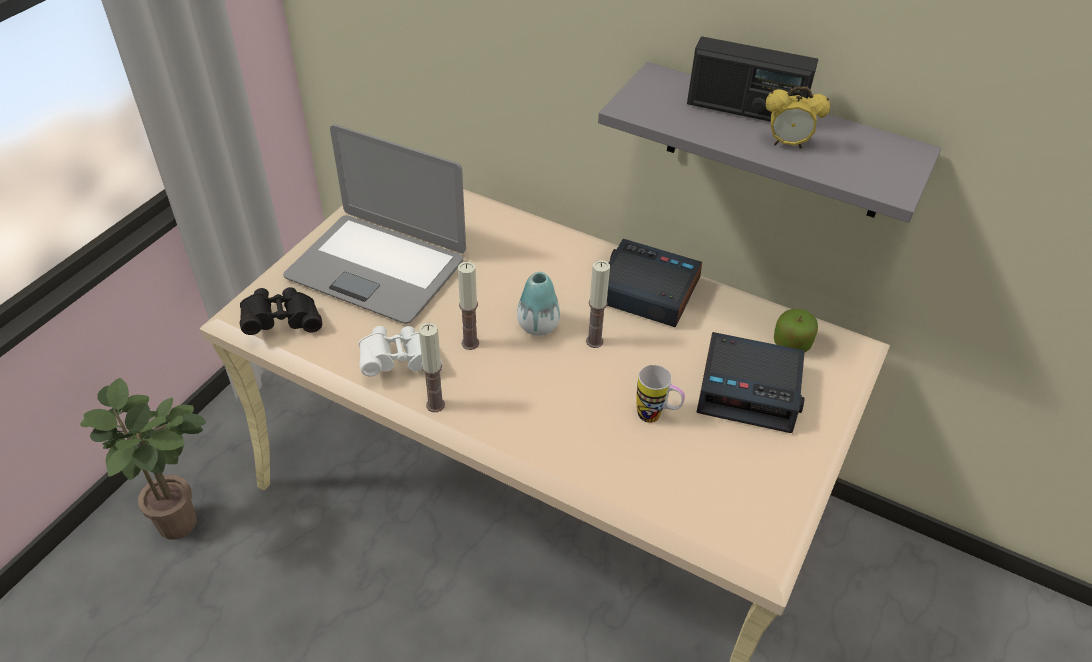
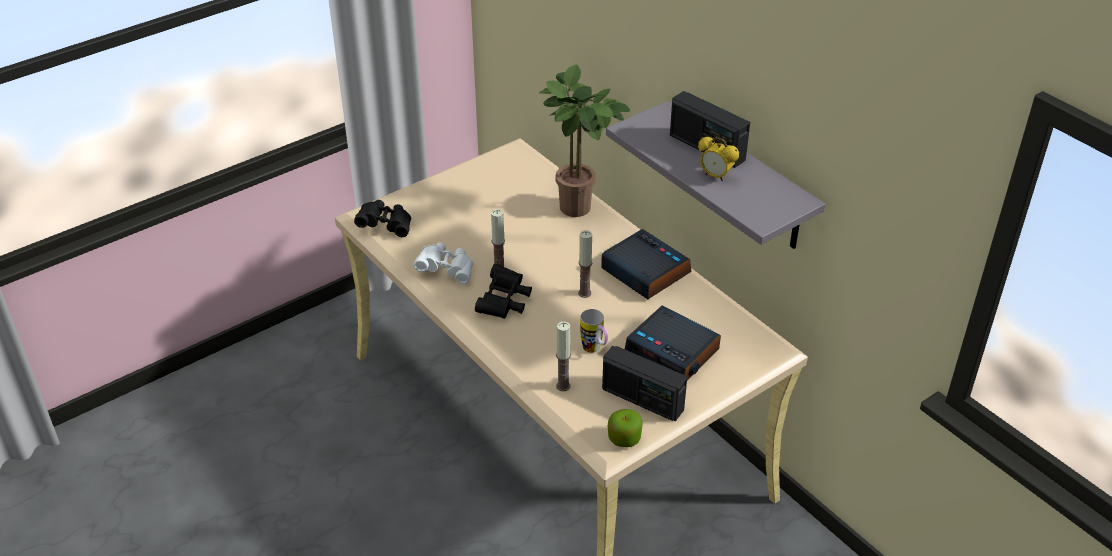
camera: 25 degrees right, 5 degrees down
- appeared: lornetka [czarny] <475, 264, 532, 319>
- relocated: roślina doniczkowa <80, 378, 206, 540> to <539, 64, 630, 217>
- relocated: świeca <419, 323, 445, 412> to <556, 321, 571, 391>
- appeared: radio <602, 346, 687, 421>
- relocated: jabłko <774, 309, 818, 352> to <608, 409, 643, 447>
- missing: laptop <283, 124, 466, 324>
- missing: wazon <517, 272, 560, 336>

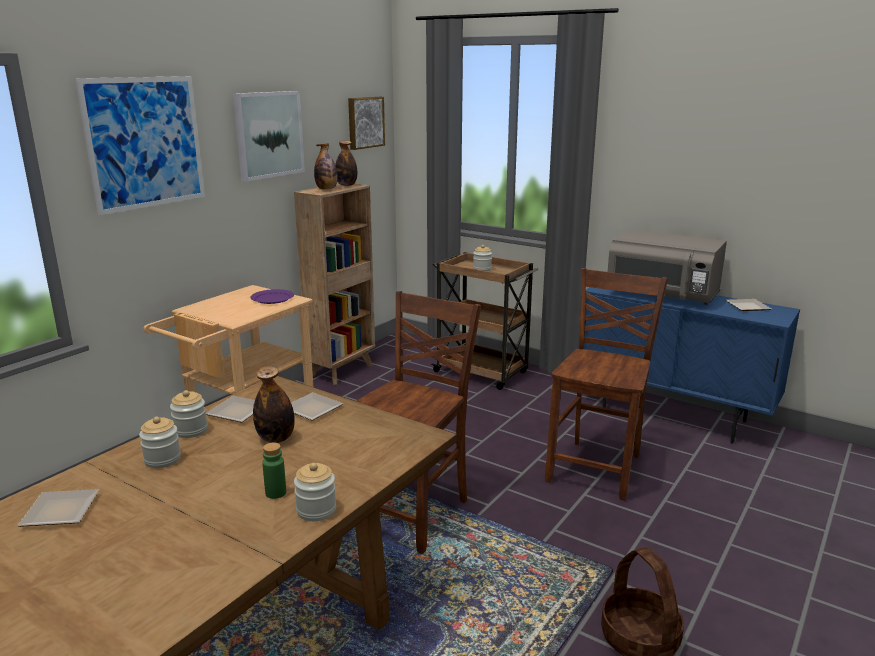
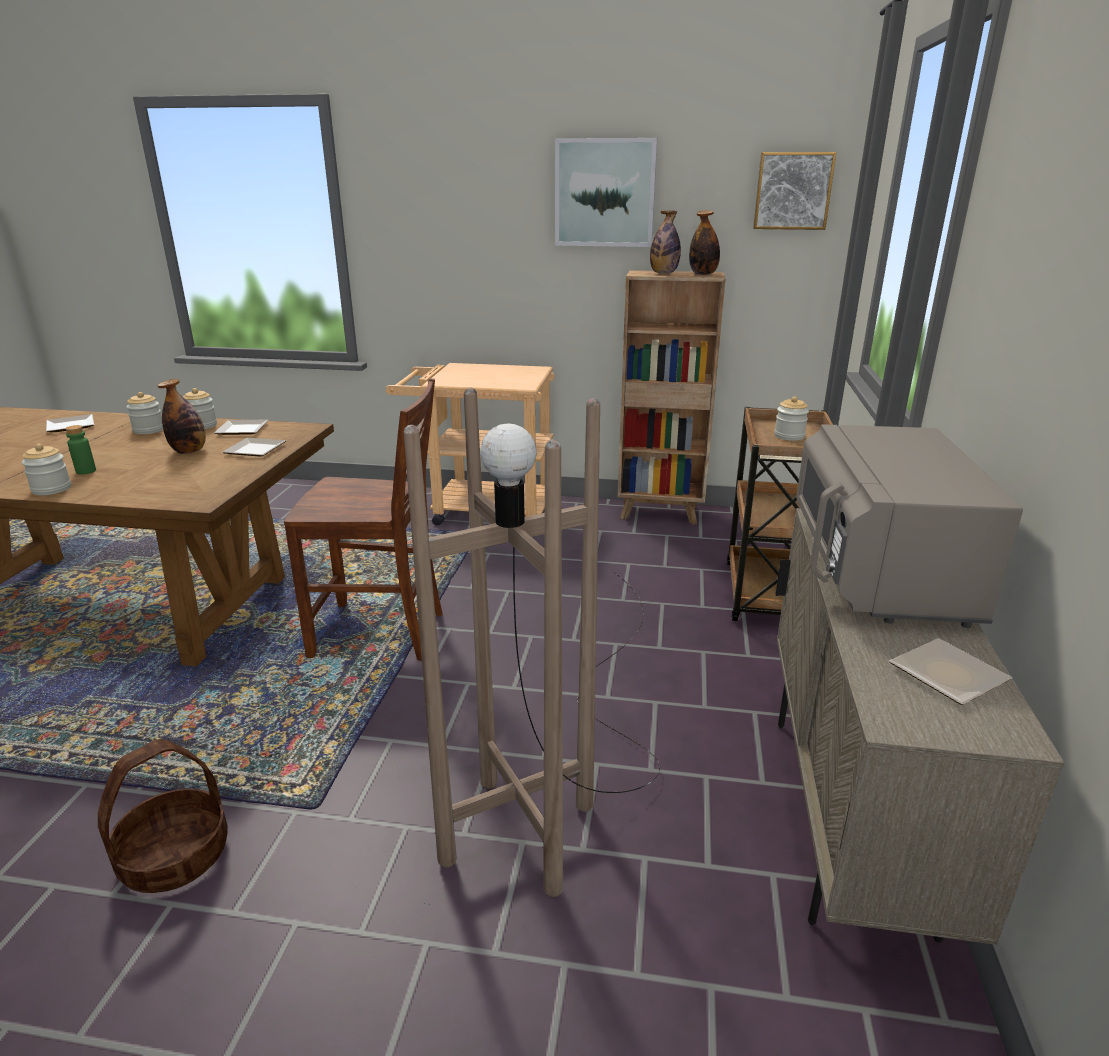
camera: 65 degrees right, 5 degrees up
- exchanged: krzesło [brązowy] <545, 268, 668, 501> to lampa stojąca [brązowy] <404, 387, 660, 897>
- colour: szafka [niebieski] <584, 287, 800, 443> to szafka [beżowy] <775, 508, 1064, 945>
- missing: obraz <75, 76, 205, 216>
- missing: talerz [fioletowy] <250, 289, 294, 304>

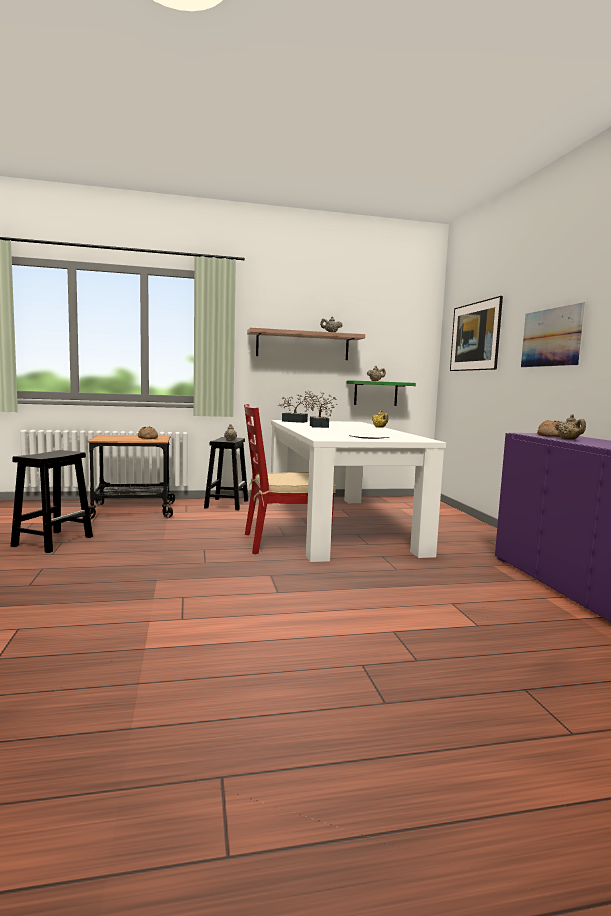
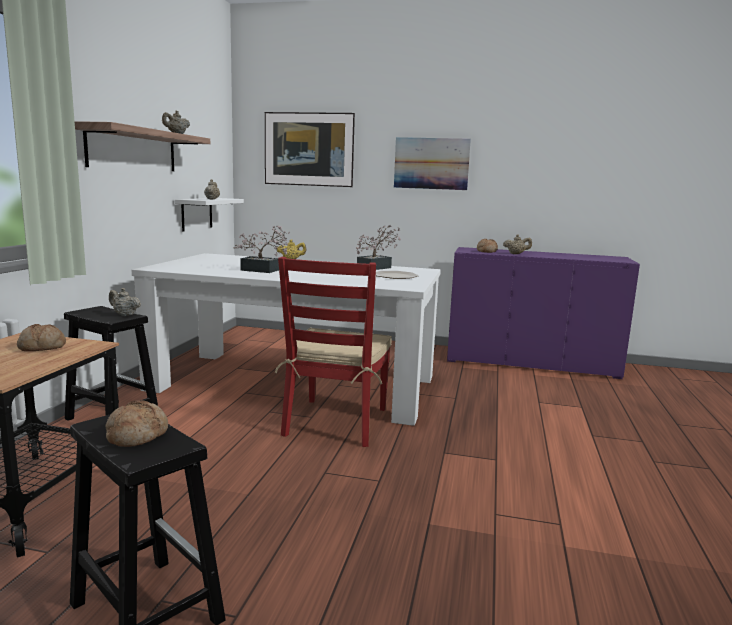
camera: 65 degrees left, 5 degrees up
- appeared: chleb <106, 401, 168, 447>
- colour: półka [zielony] <347, 381, 416, 406> to półka [biały] <175, 198, 244, 231>
- relocated: roślina doniczkowa <278, 390, 316, 423> to <356, 225, 401, 270>

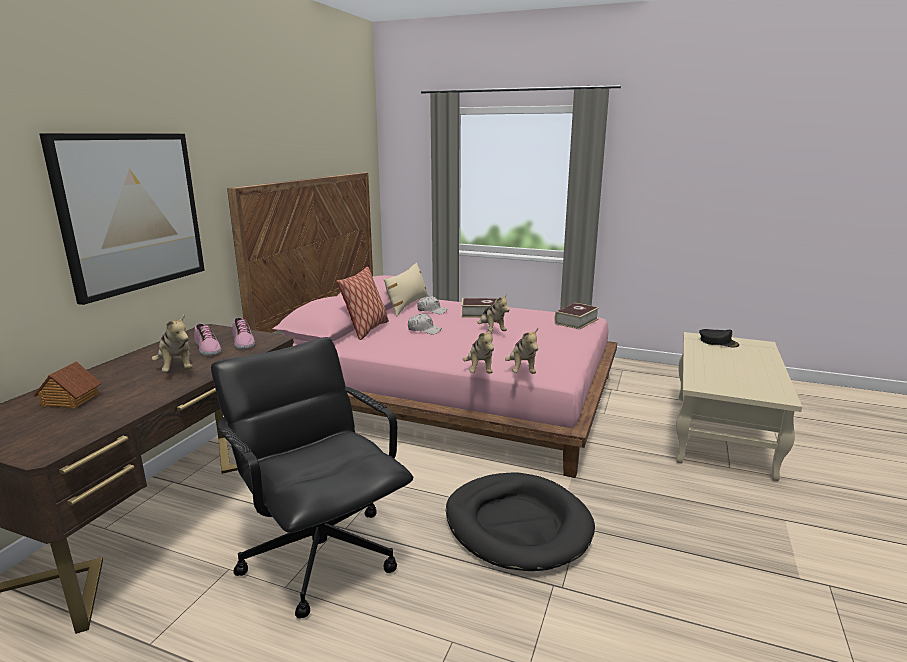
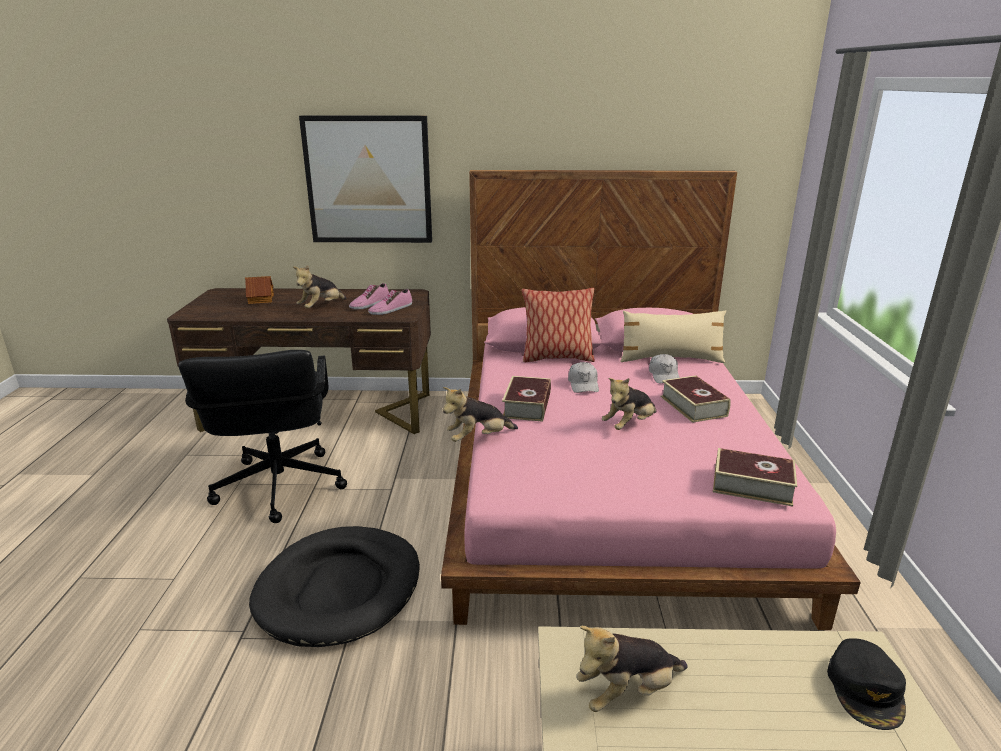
camera: 70 degrees right, 5 degrees up
- spun: krzesło biurowe [czarny] <211, 337, 413, 618> = <179, 350, 347, 523> 135 degrees clockwise
- appeared: książka <502, 376, 551, 422>
- relocated: pluszak <505, 328, 538, 374> to <577, 626, 688, 712>

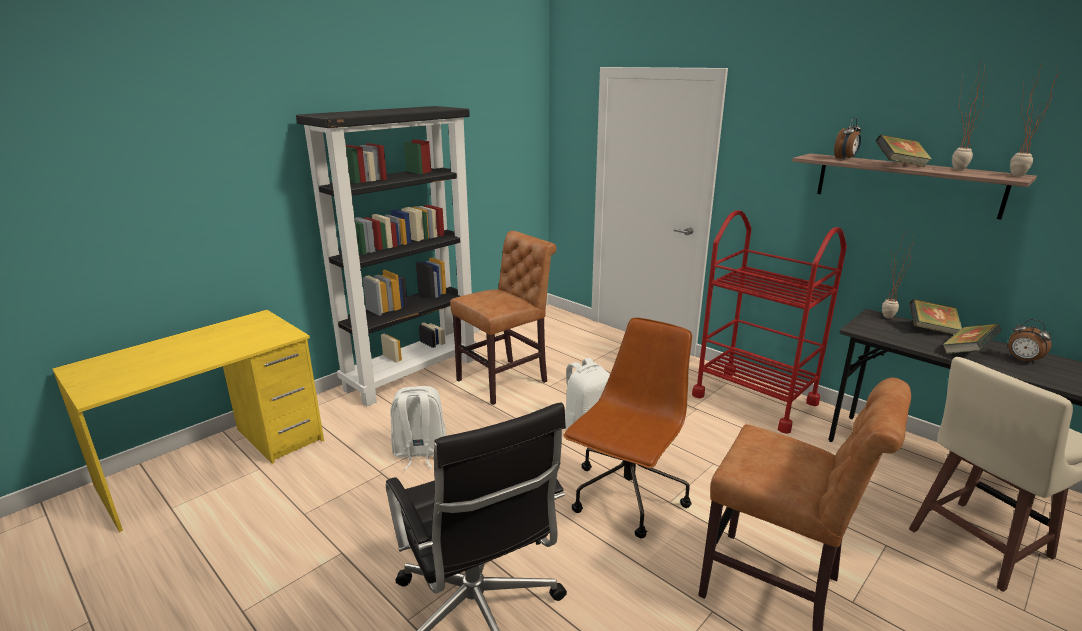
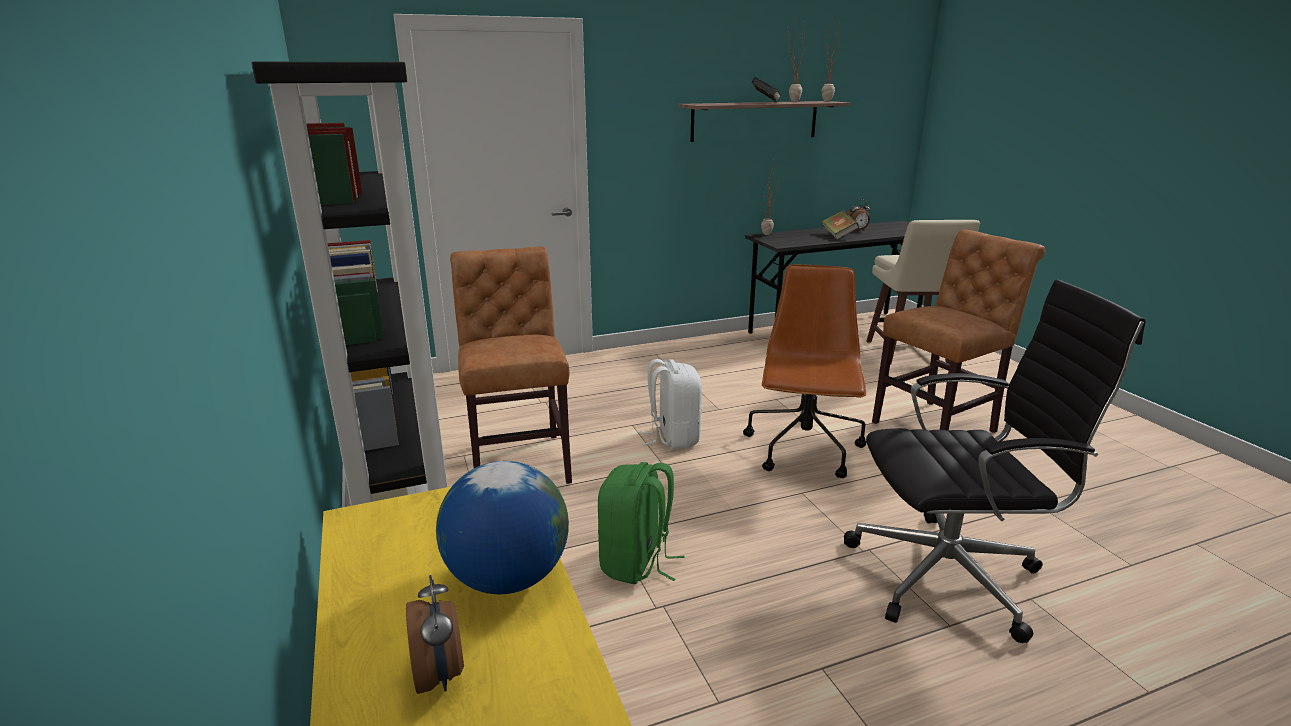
camera: 65 degrees left, 0 degrees up
- relocated: budzik <834, 118, 861, 160> to <406, 575, 464, 694>
- appeared: globus <436, 461, 569, 594>
- colour: plecak [biały] <391, 386, 446, 470> to plecak [zielony] <598, 462, 685, 584>
- spun: krzesło biurowe [brązowy] <563, 318, 692, 539> = <743, 264, 867, 478> 45 degrees clockwise
- missing: wózek [czerwony] <692, 210, 847, 434>
- missing: książka <909, 299, 962, 335>

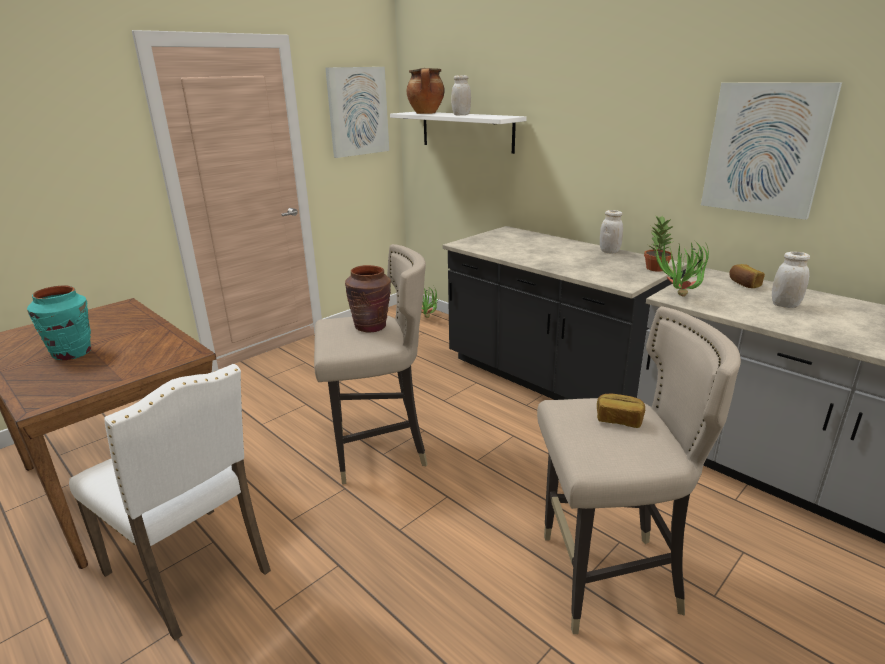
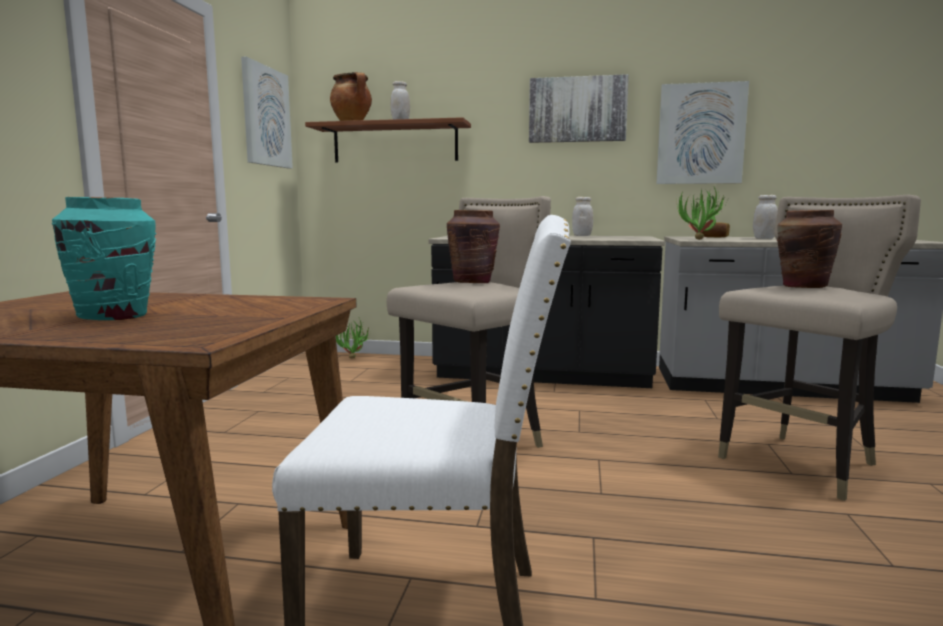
camera: 35 degrees left, 15 degrees down
- colour: półka [biały] <390, 112, 527, 154> to półka [brązowy] <305, 117, 471, 163>
- appeared: obraz <529, 74, 629, 143>
- exchanged: chleb <597, 394, 645, 428> to wazon [brązowy] <777, 210, 842, 288>
- missing: roślina doniczkowa <644, 216, 674, 272>

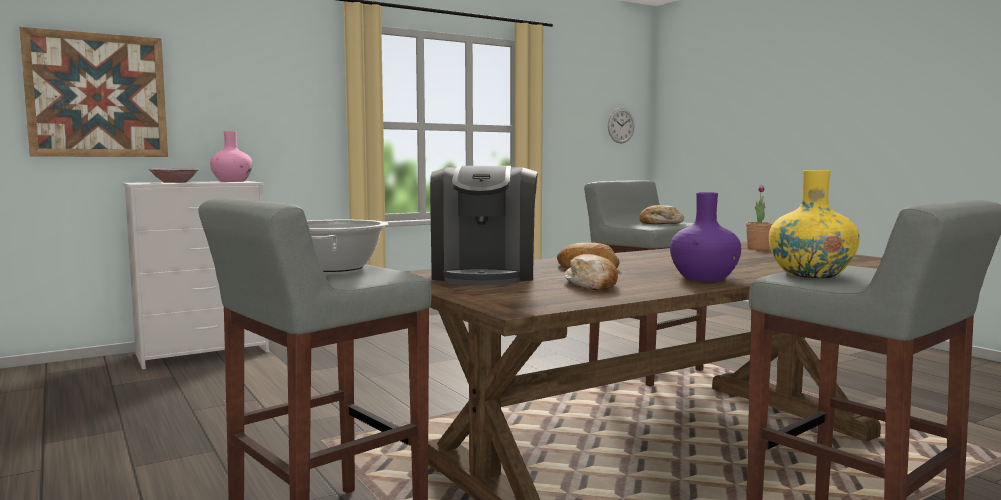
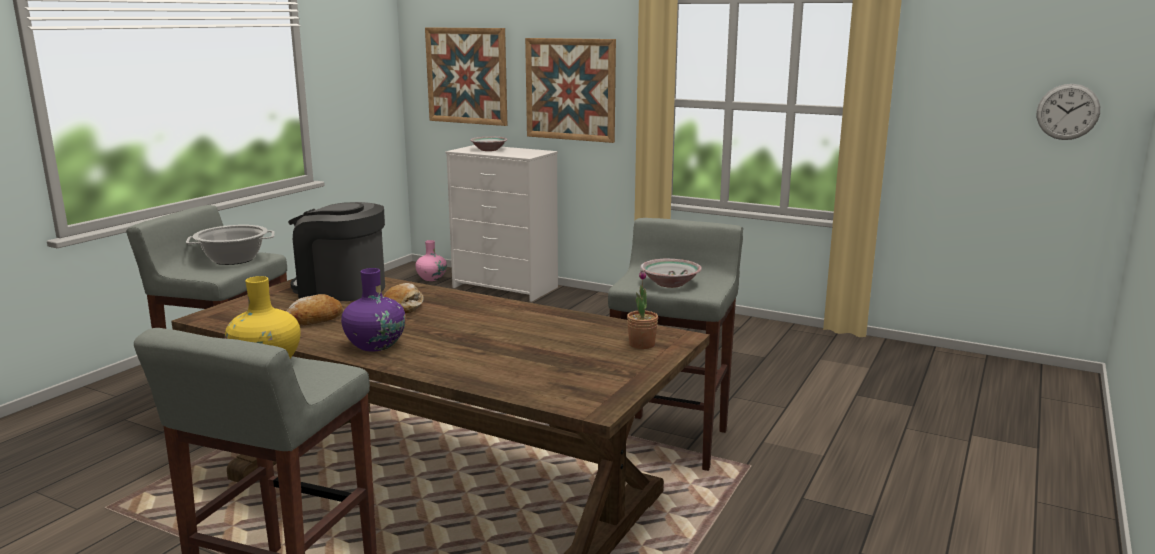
camera: 60 degrees right, 10 degrees up
- spun: ekspres do kawy <430, 166, 538, 285> = <288, 202, 385, 301> 45 degrees clockwise
- relocated: wazon [różowy] <210, 131, 253, 182> to <415, 240, 447, 281>
- appeared: obraz <525, 38, 616, 143>
- exchanged: chleb <639, 205, 684, 224> to miska <640, 259, 702, 288>

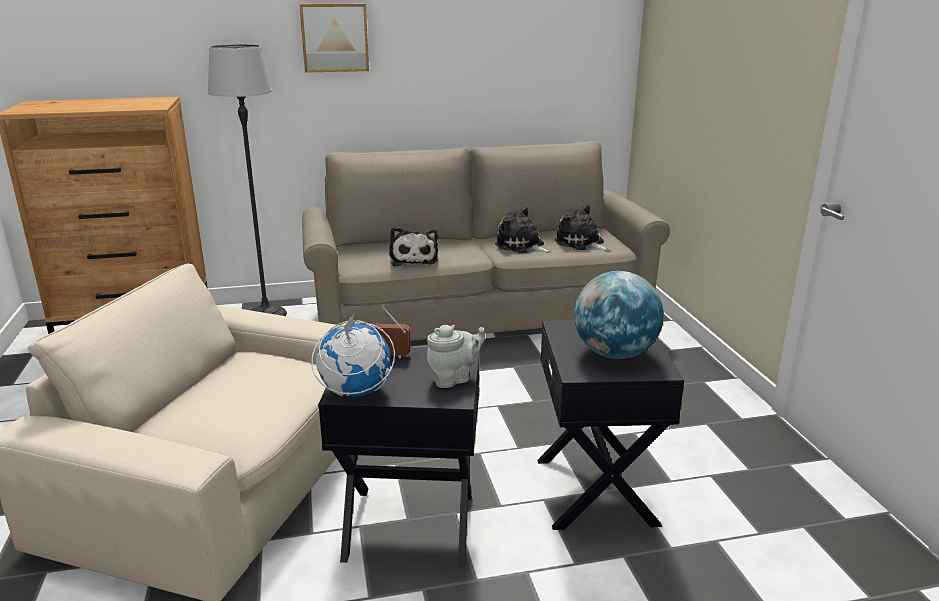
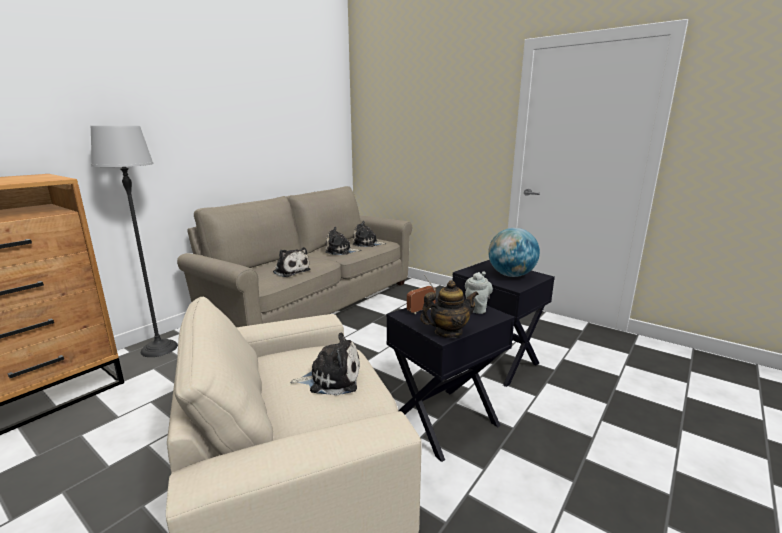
camera: 40 degrees left, 5 degrees down
- appeared: pluszak <290, 333, 360, 396>
- exchanged: globus <311, 313, 395, 397> to imbryk <420, 280, 479, 338>
- missing: obraz <299, 4, 369, 73>

